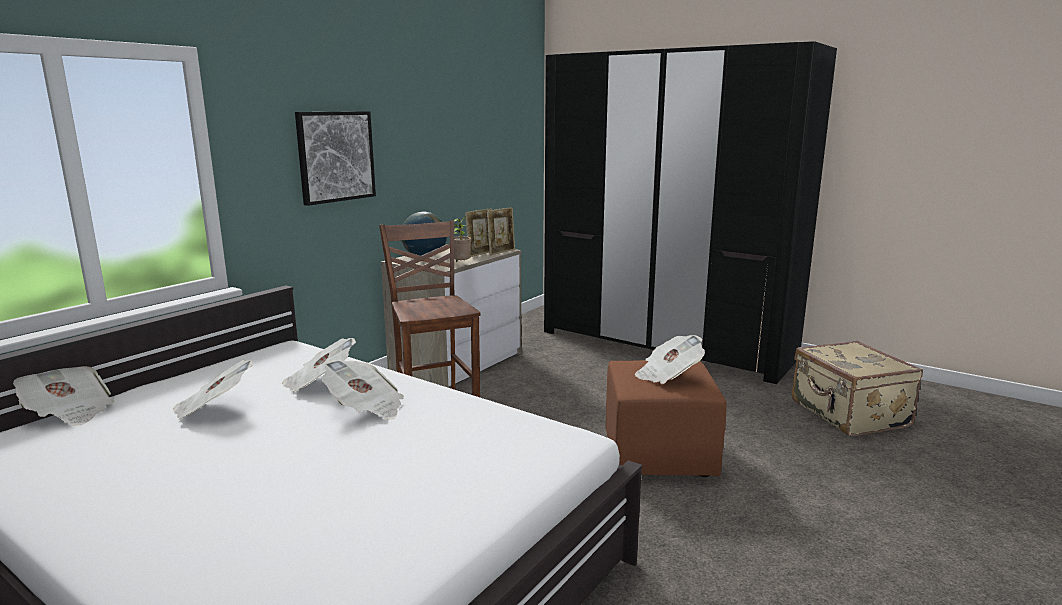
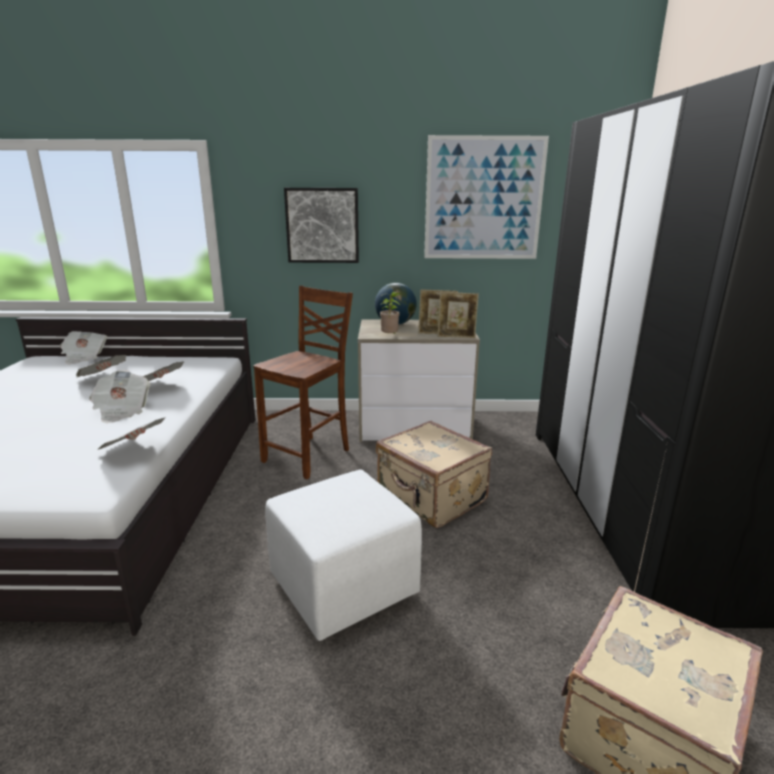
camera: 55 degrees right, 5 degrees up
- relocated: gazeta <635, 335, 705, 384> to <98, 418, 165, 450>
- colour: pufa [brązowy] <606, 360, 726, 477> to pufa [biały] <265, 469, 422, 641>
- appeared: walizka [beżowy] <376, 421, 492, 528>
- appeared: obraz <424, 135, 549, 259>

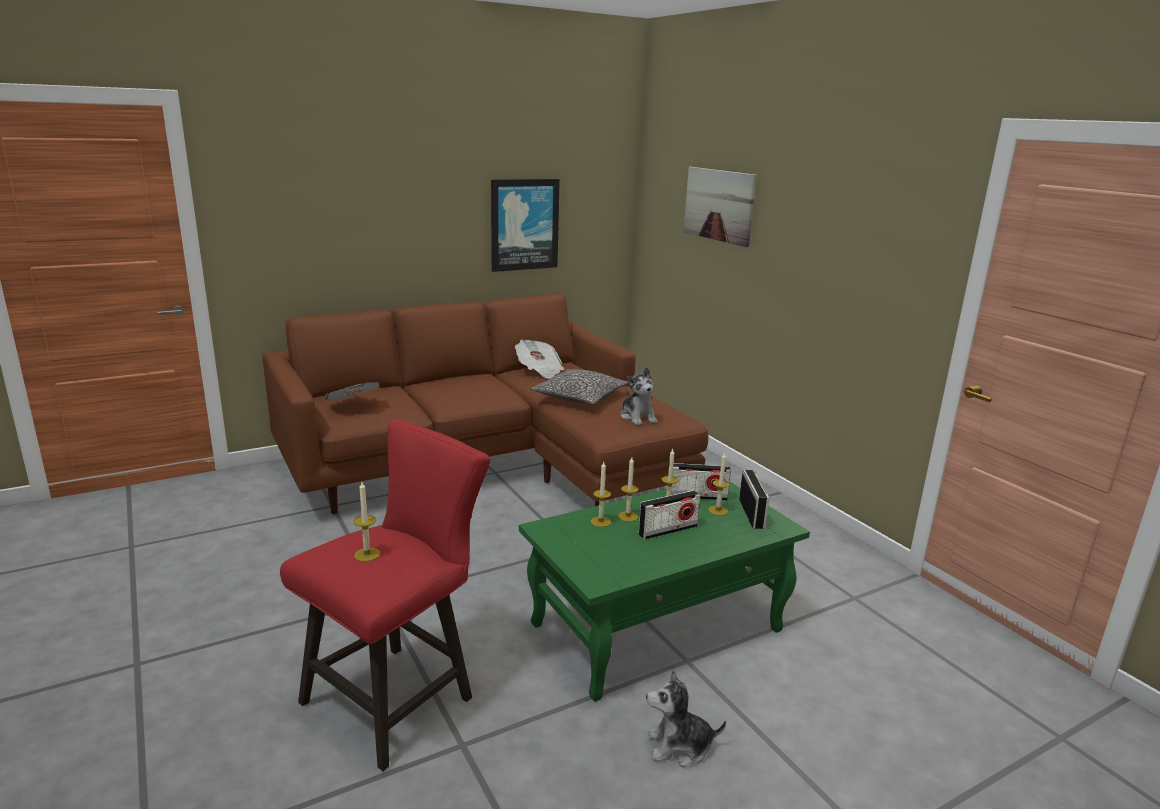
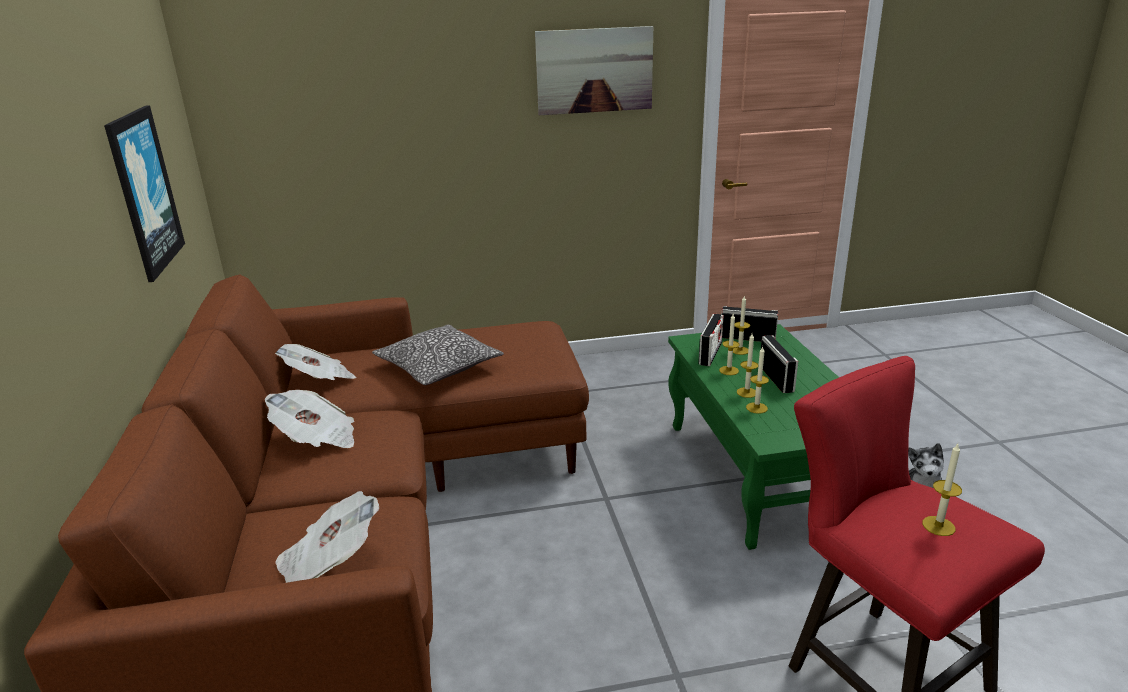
camera: 70 degrees left, 5 degrees up
- appeared: gazeta <265, 390, 354, 448>
- relocated: obraz <684, 167, 757, 247> to <535, 26, 653, 115>
- missing: pluszak <621, 367, 657, 425>

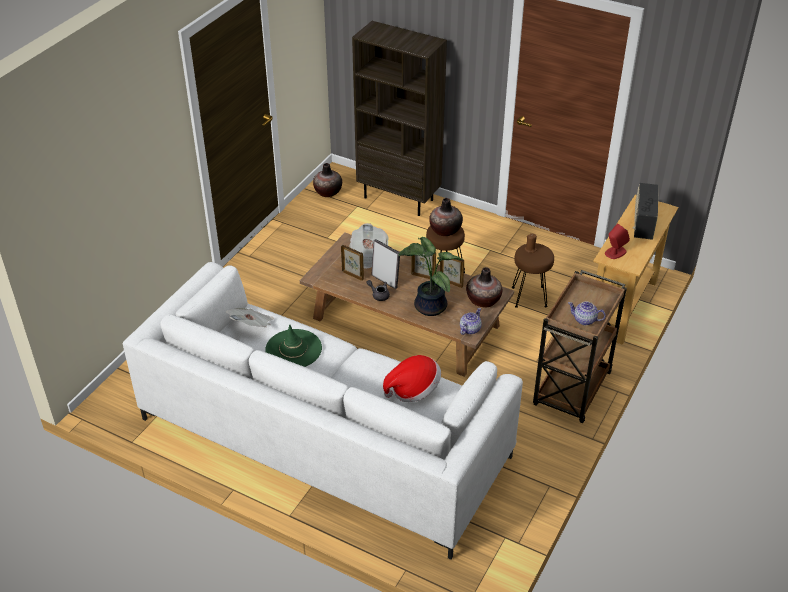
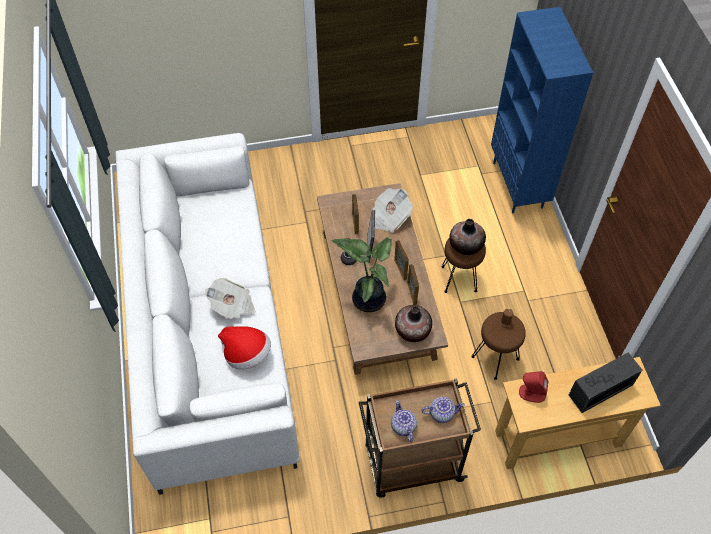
camera: 50 degrees right, 15 degrees up
- relocated: gazeta <226, 308, 274, 327> to <205, 278, 256, 319>
- relocated: imbryk <460, 308, 482, 335> to <421, 397, 465, 423>
- colour: regał [brązowy] <352, 21, 447, 216> to regał [niebieski] <491, 7, 593, 213>
- missing: kapelusz [zielony] <265, 325, 322, 367>
- missing: wazon <313, 163, 342, 197>

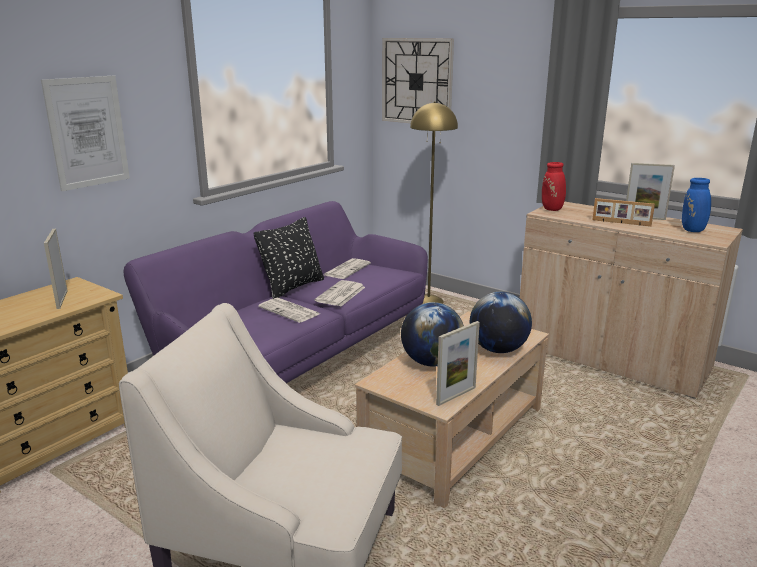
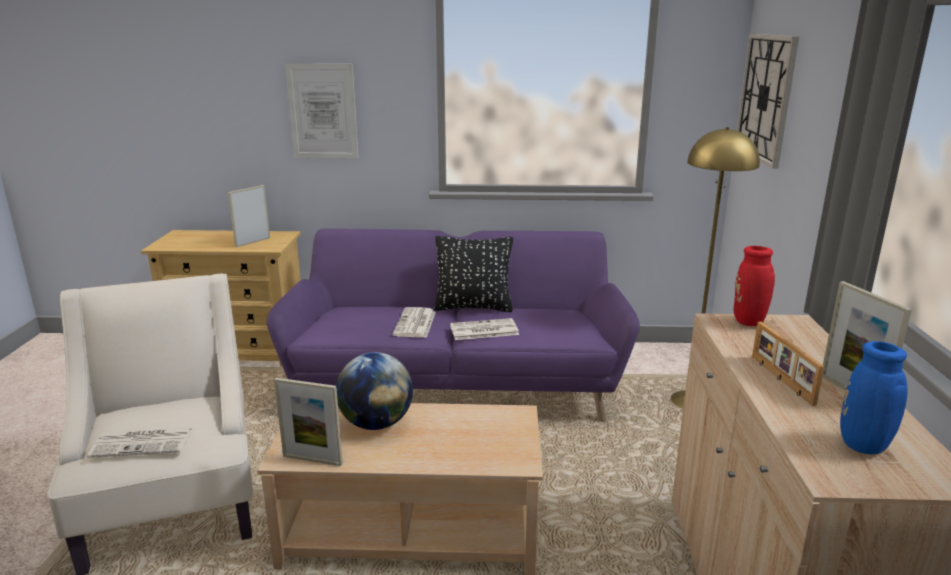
camera: 55 degrees right, 0 degrees up
- relocated: gazeta <324, 258, 371, 279> to <87, 428, 193, 458>
- missing: globus <470, 292, 532, 353>

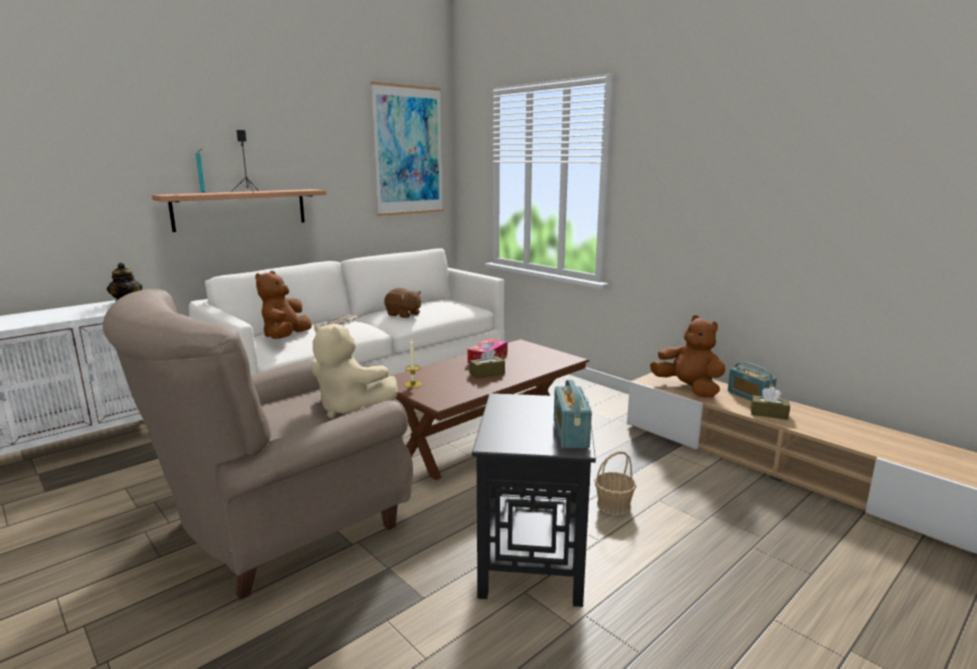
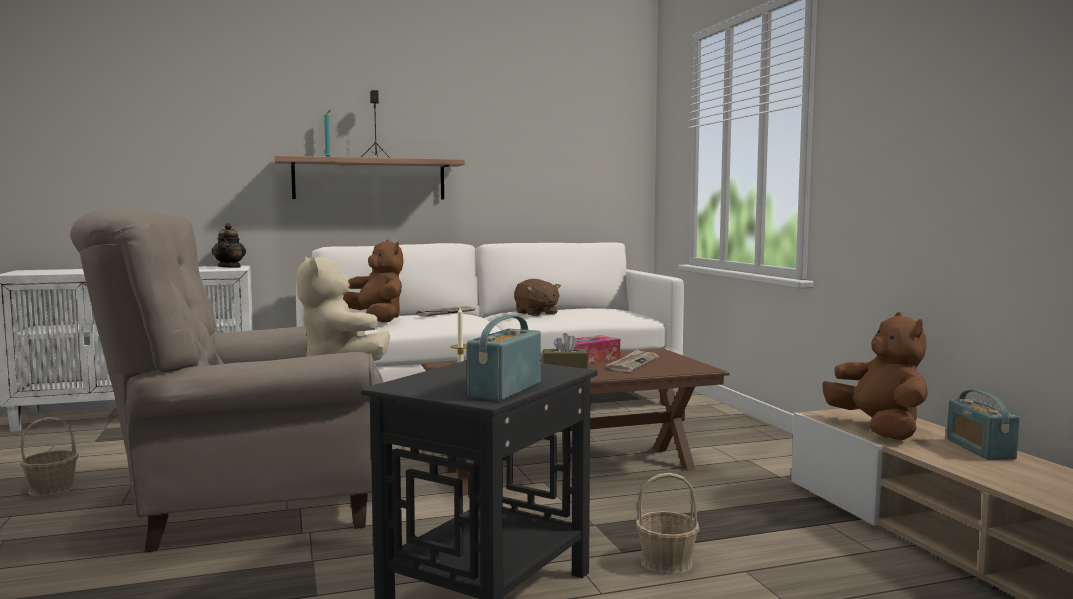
camera: 25 degrees right, 10 degrees down
- appeared: koszyk <20, 417, 79, 496>
- spun: pluszak [brązowy] <255, 271, 312, 339> = <343, 240, 404, 323> 105 degrees clockwise
- appeared: gazeta <606, 349, 659, 372>
- missing: obraz <371, 82, 443, 216>
- missing: pudełko chusteczek [brązowy] <751, 387, 790, 420>

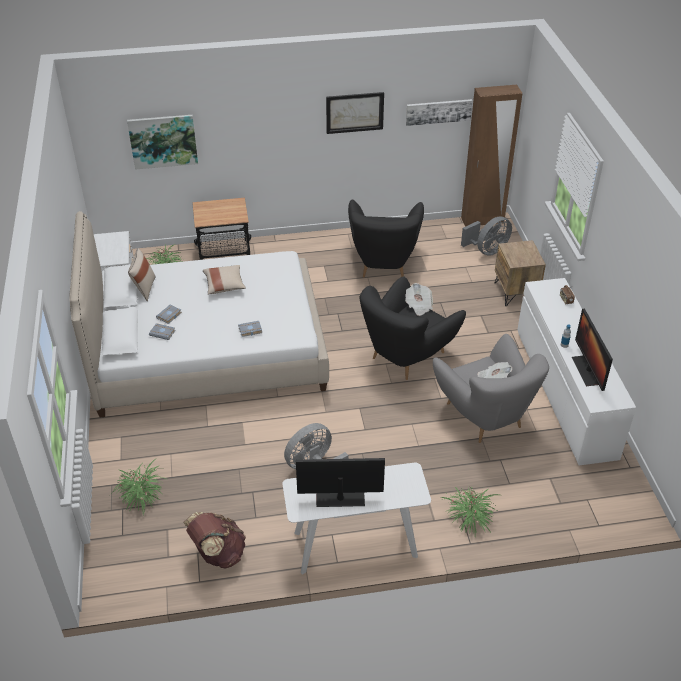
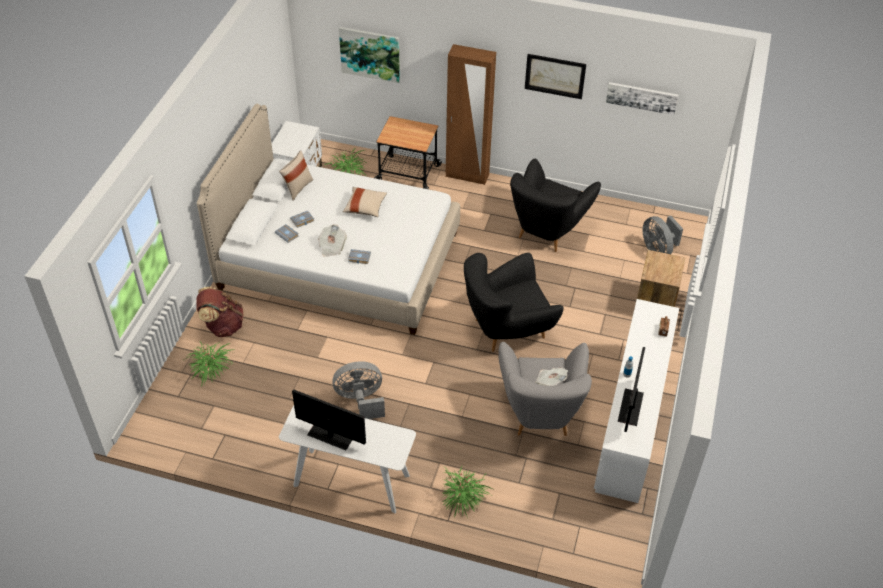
camera: 25 degrees right, 5 degrees up
- relocated: plecak [brązowy] <183, 512, 246, 569> to <196, 286, 243, 337>
- relocated: gazeta <405, 283, 433, 316> to <318, 224, 347, 257>
- relocated: szafa [brązowy] <461, 85, 522, 227> to <446, 44, 496, 185>
- spun: wentylator [szary] <461, 217, 512, 256> = <643, 216, 683, 254> 75 degrees clockwise

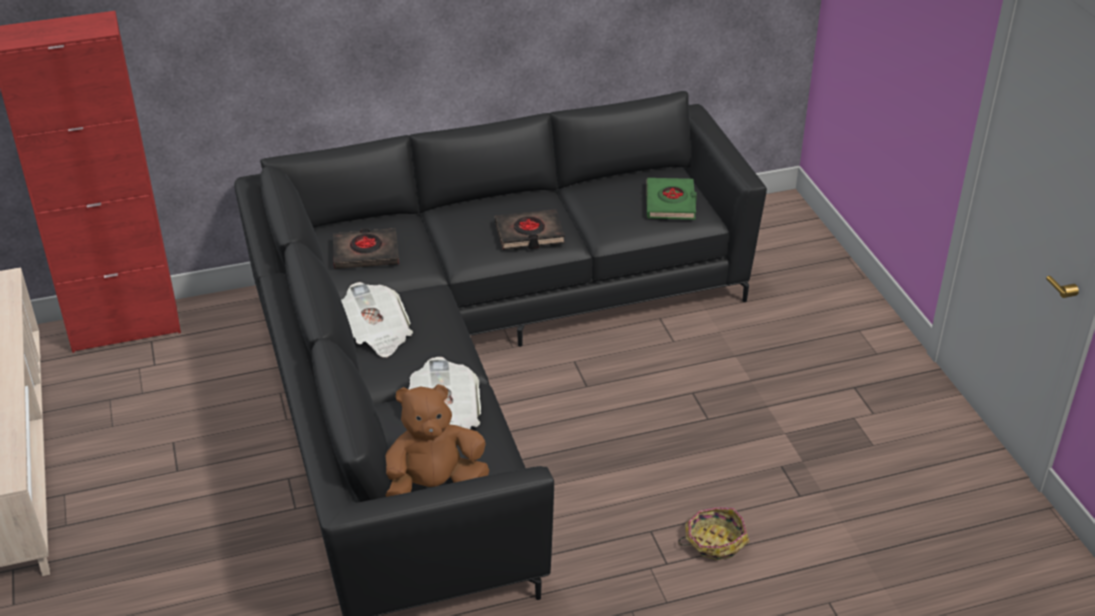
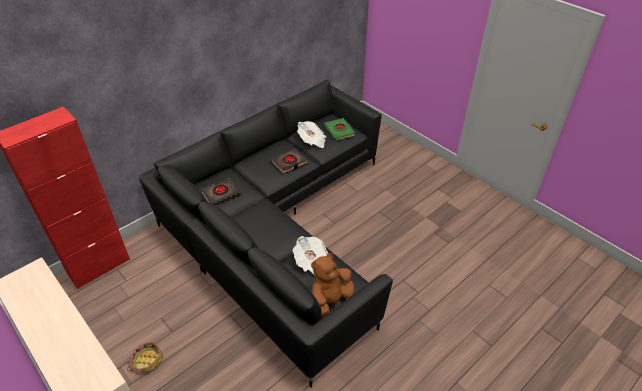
camera: 25 degrees left, 5 degrees up
- relocated: koszyk <678, 507, 750, 560> to <127, 341, 164, 372>
- relocated: gazeta <341, 282, 413, 357> to <297, 121, 326, 148>

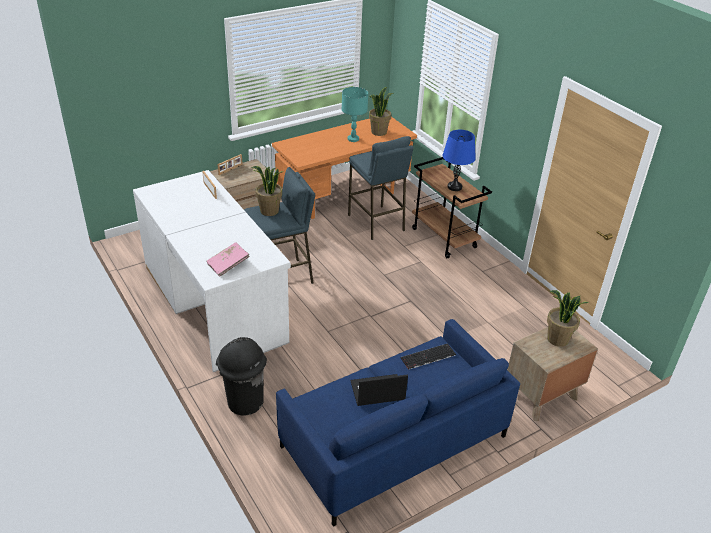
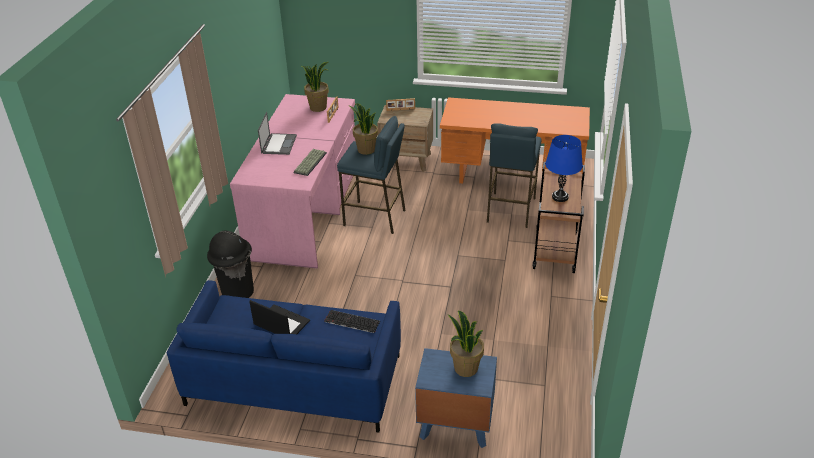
camera: 45 degrees right, 0 degrees up
- colour: biurko [biały] <133, 170, 291, 372> to biurko [różowy] <230, 94, 355, 268>
- appeared: laptop <258, 112, 297, 155>
- appeared: klawiatura <294, 149, 327, 176>
- relocated: roślina doniczkowa <369, 87, 394, 136> to <302, 62, 329, 112>
- colour: szafka nocna [brązowy] <507, 327, 598, 421> to szafka nocna [niebieski] <415, 348, 497, 448>
- missing: książka [różowy] <207, 243, 250, 277>
- missing: lampa stołowa [turkusowy] <342, 87, 368, 142>

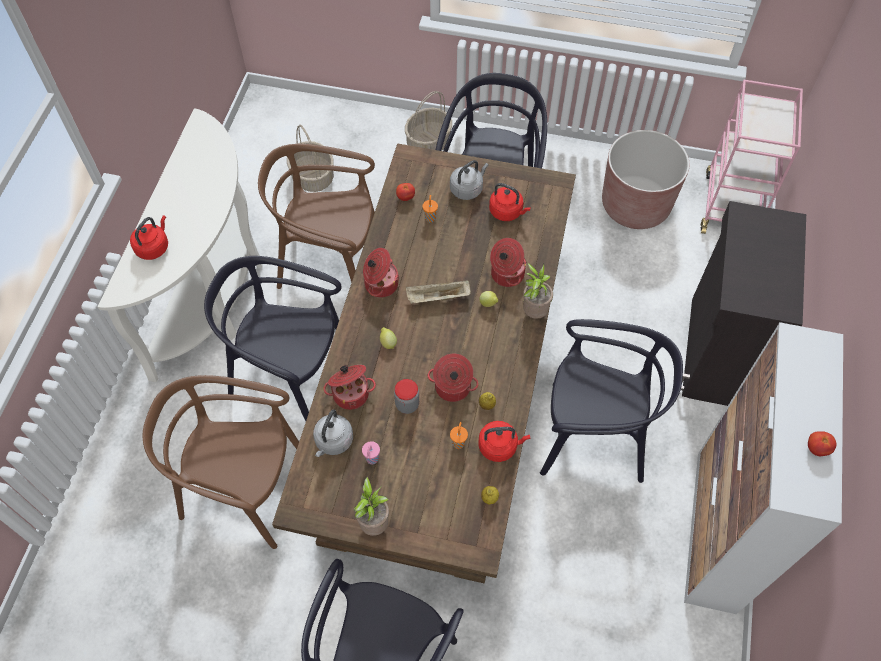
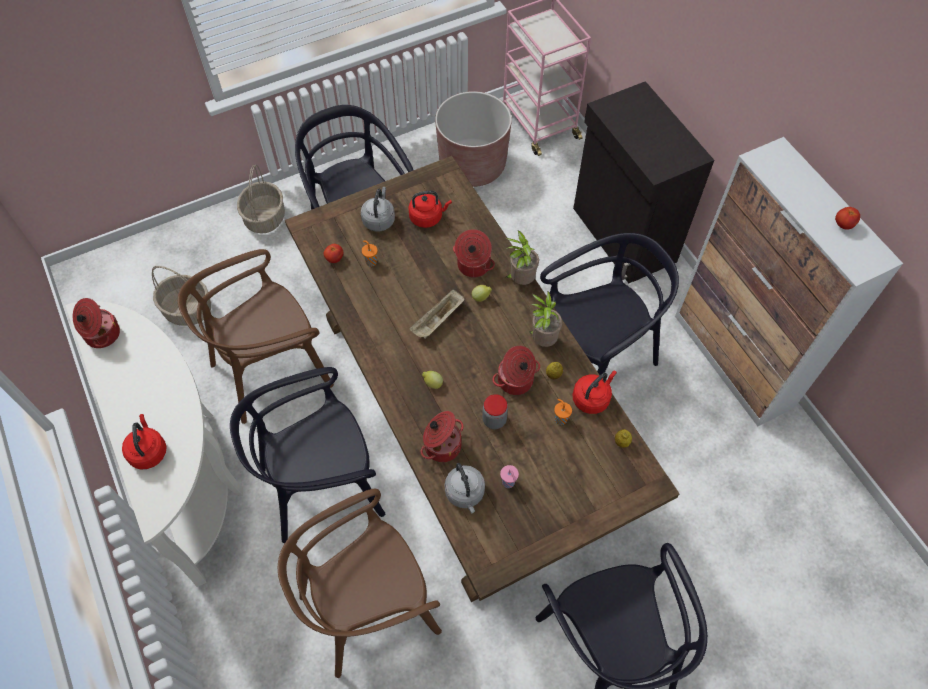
camera: 40 degrees left, 0 degrees up
- relocated: garnek <363, 248, 400, 298> to <73, 298, 120, 348>
- relocated: roślina doniczkowa <354, 477, 389, 536> to <529, 291, 563, 347>

